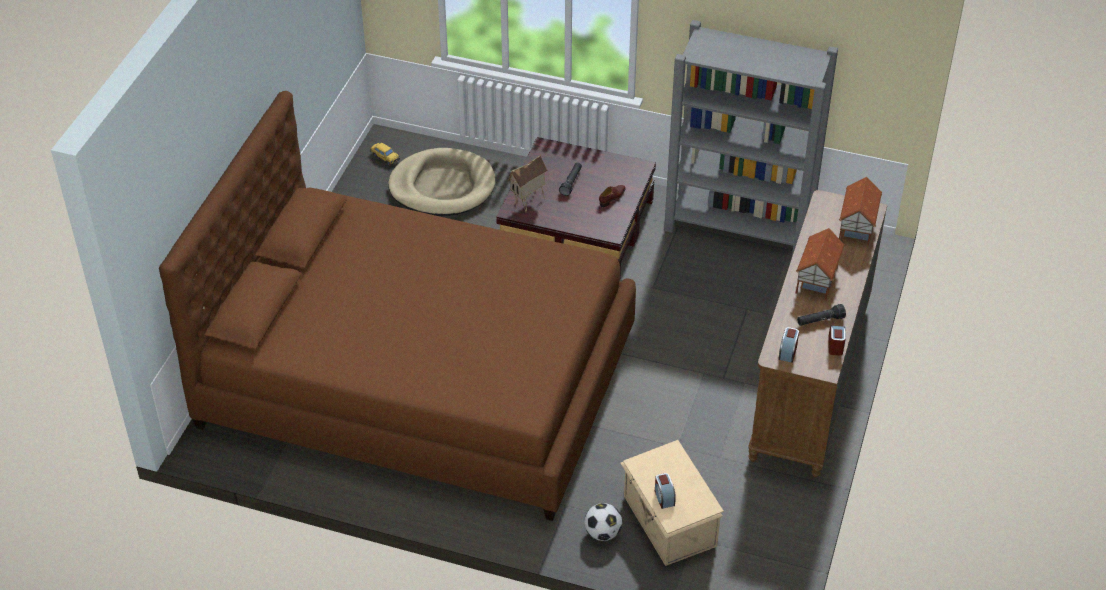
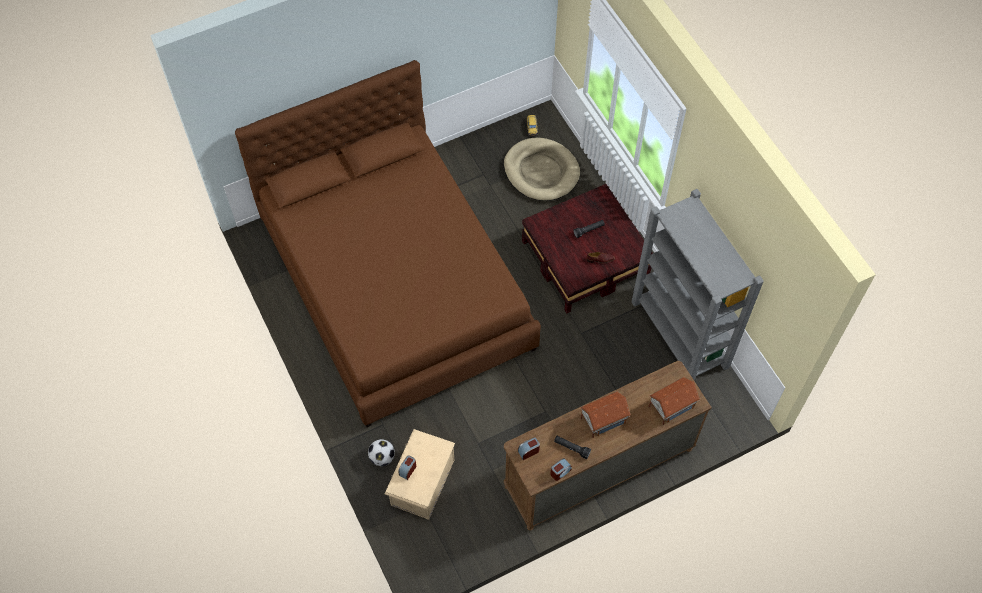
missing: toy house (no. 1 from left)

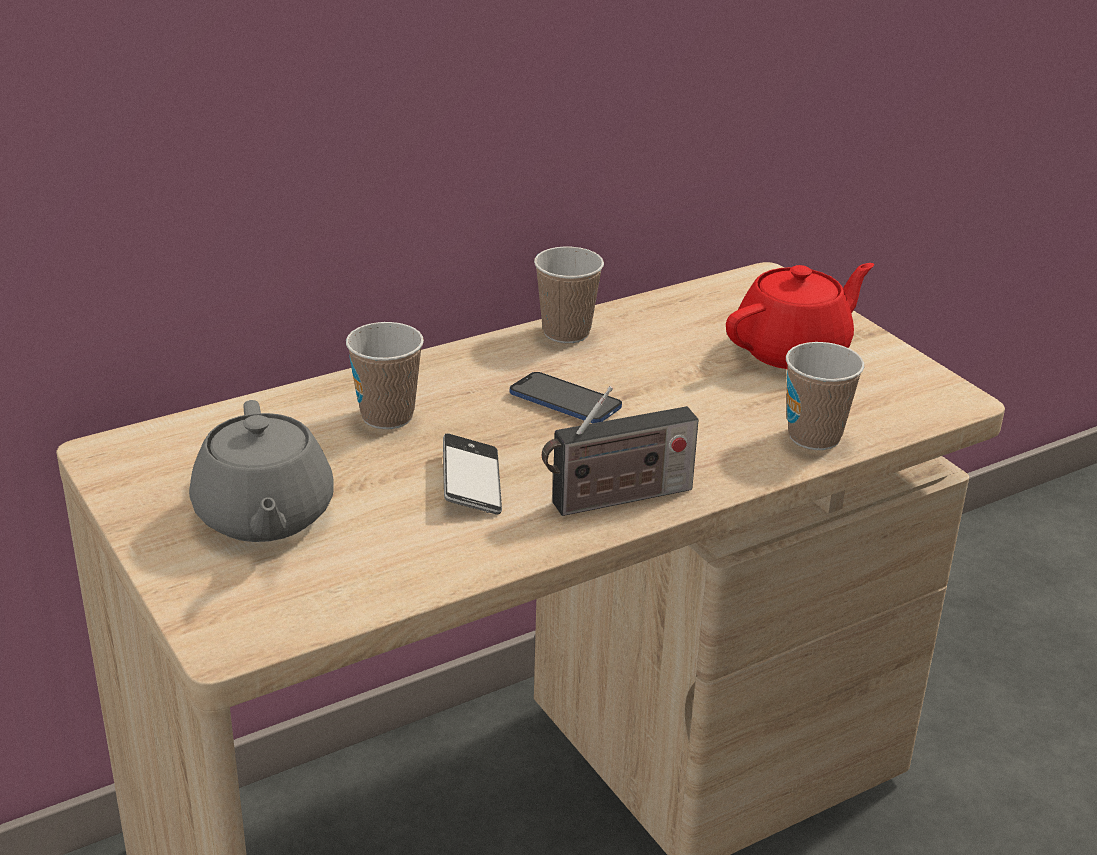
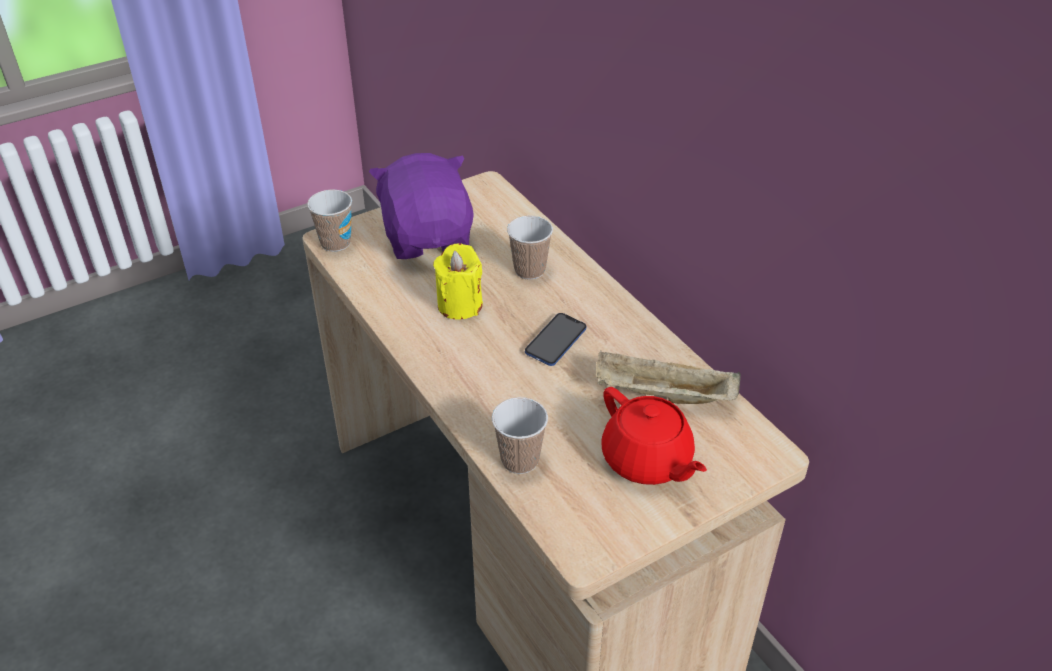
missing: radio
appeared: beige tray
relocated: cup (no. 2 from left in the first image) to cup (no. 1 from left)
exchanged: grey teapot to purple plush toy; phone (no. 1 from left) to yellow candle

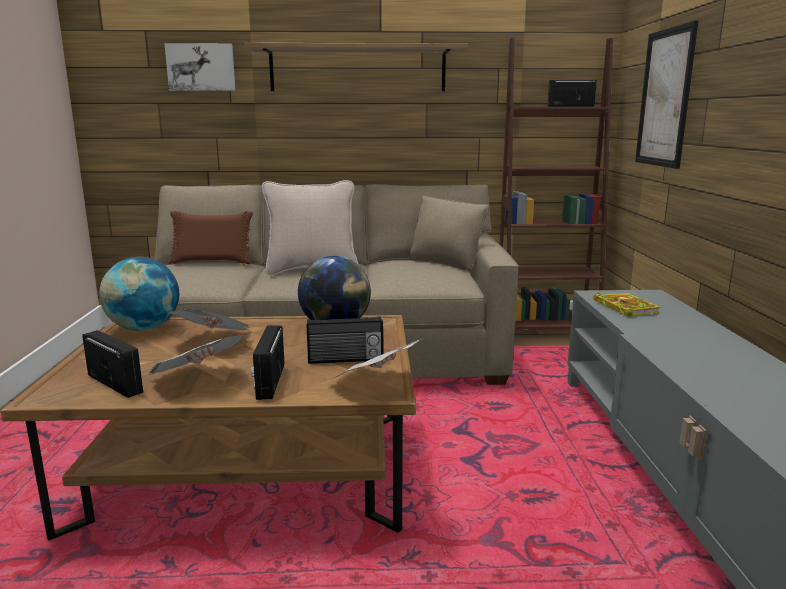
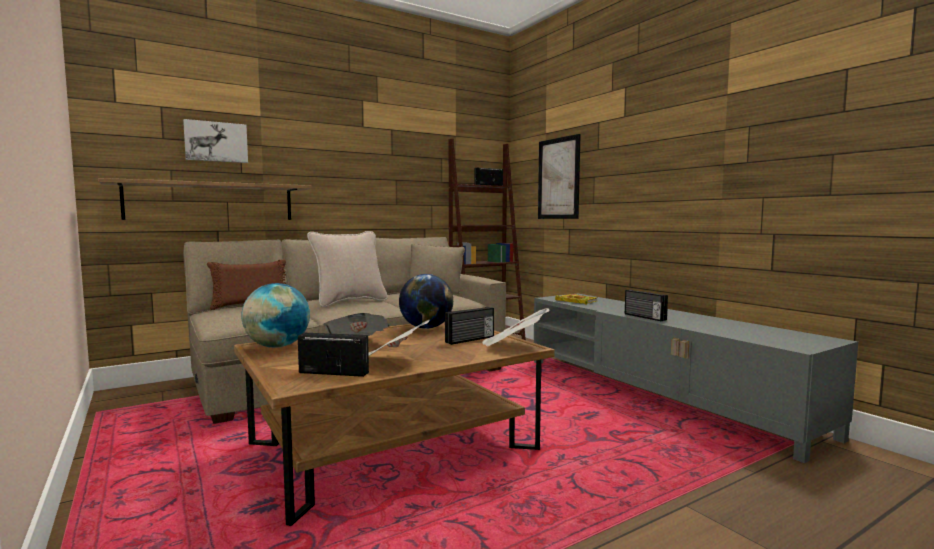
relocated: shelf; radio (no. 2 from left in the first image) to radio (no. 4 from left)

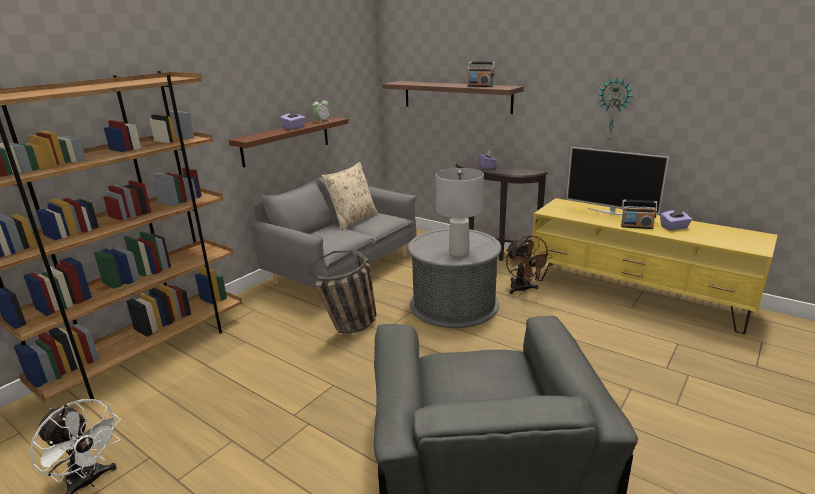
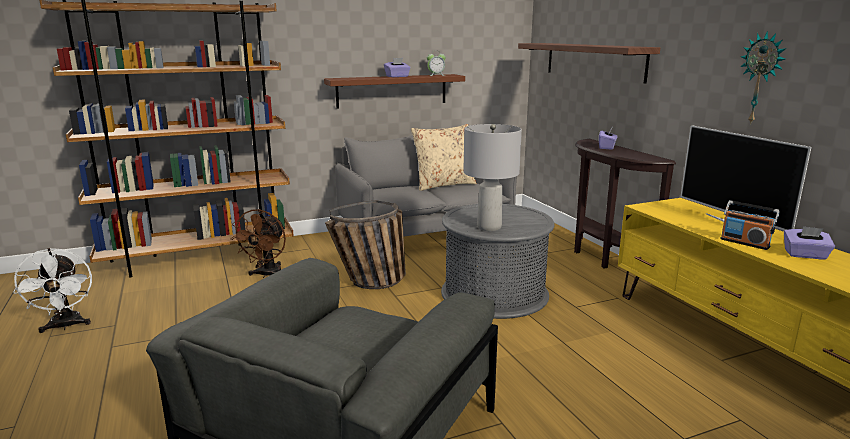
missing: radio (no. 1 from left)
relocated: brown fan

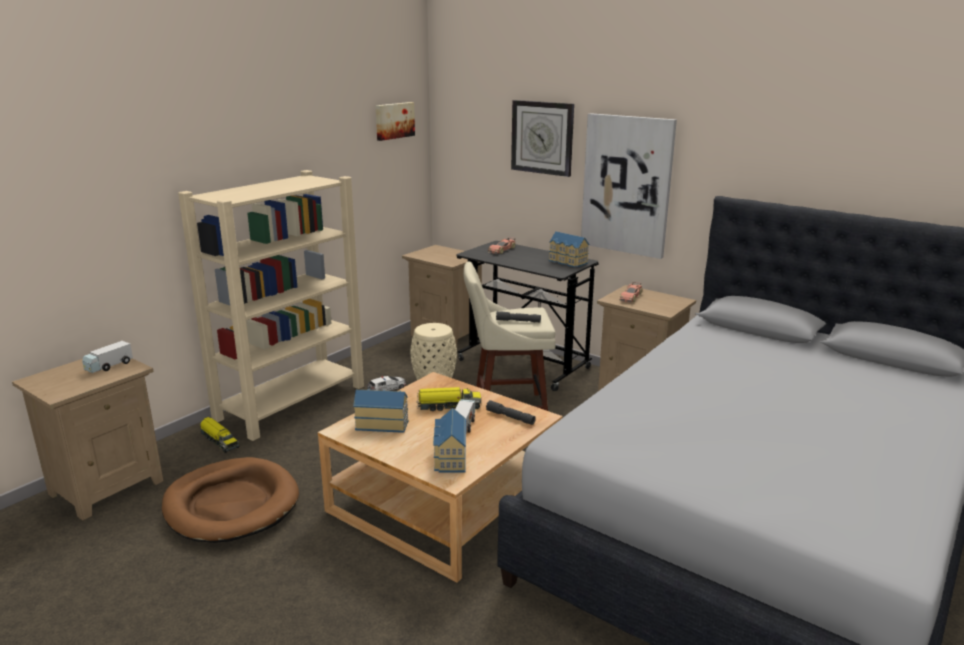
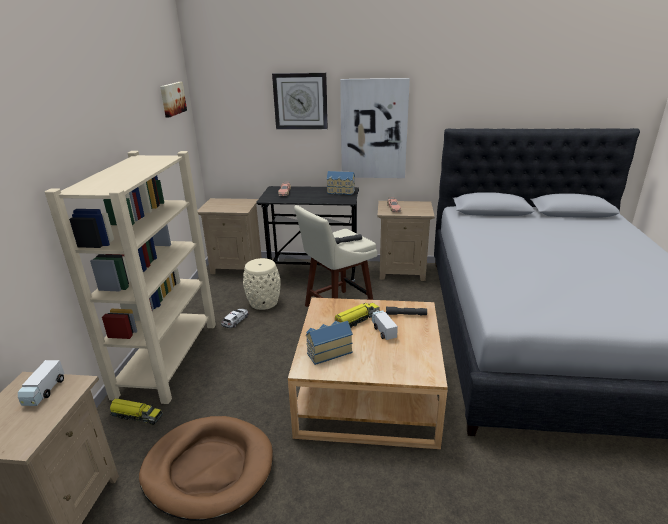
missing: toy house (no. 2 from left)

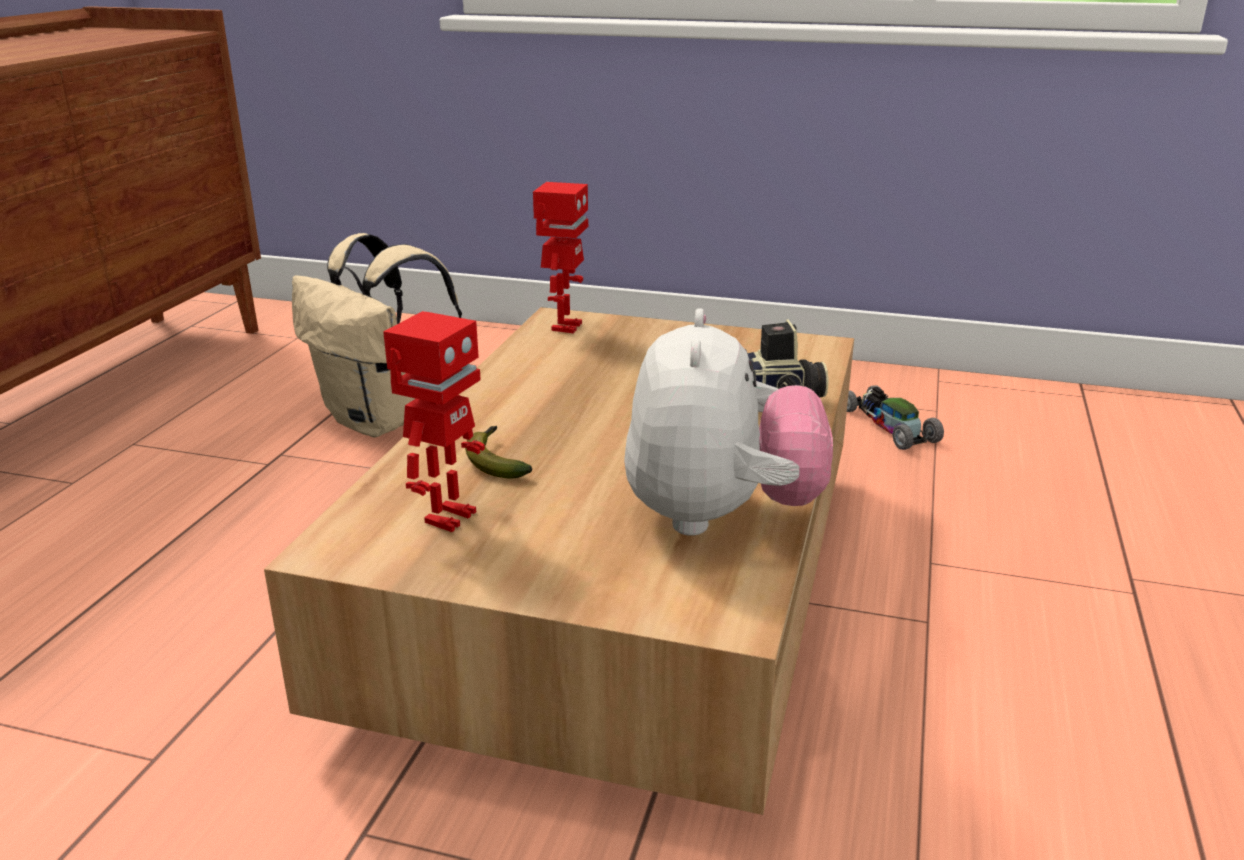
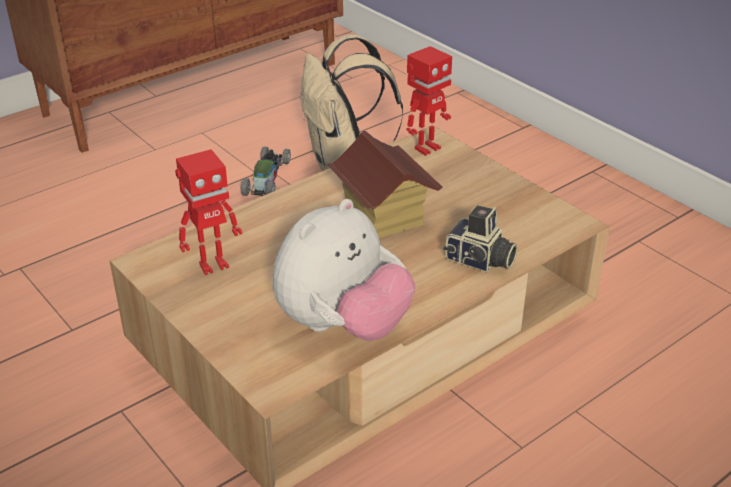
missing: banana
appeared: toy house
relocated: toy car

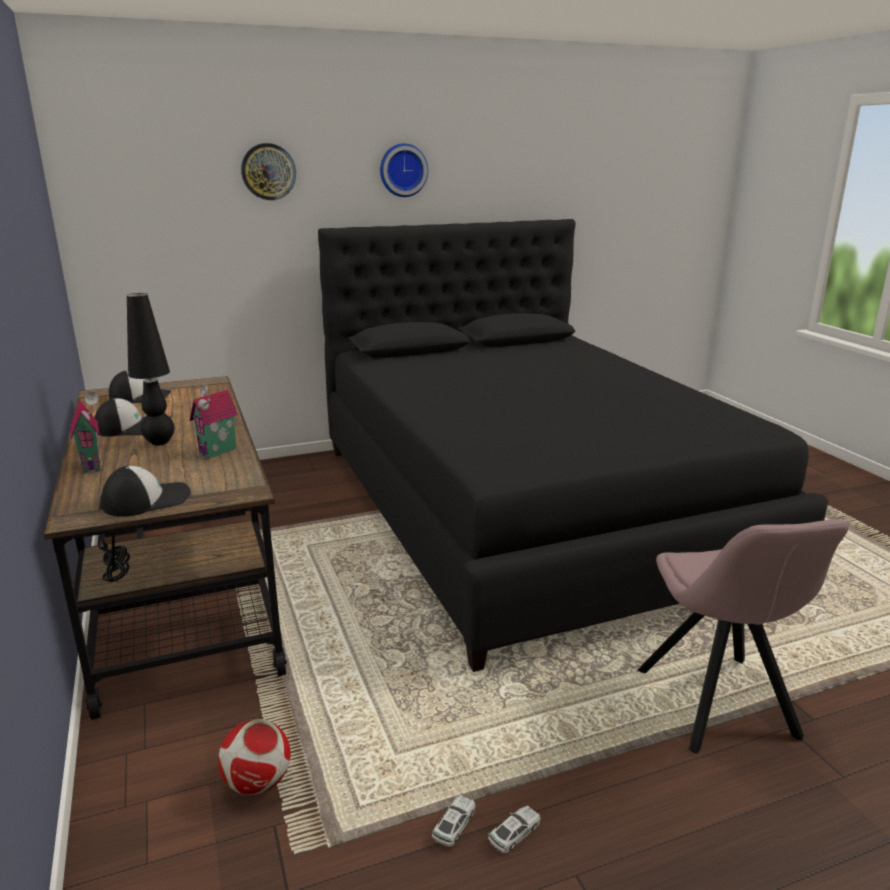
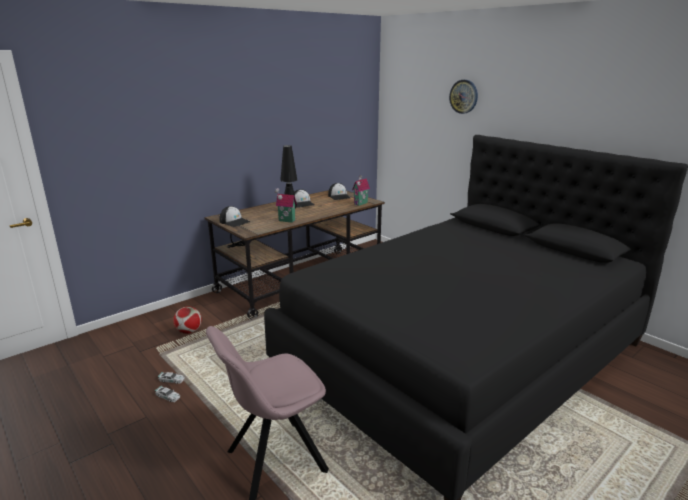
missing: wall clock (no. 2 from left)
relocated: toy house (no. 1 from left in the first image) to toy house (no. 2 from left)

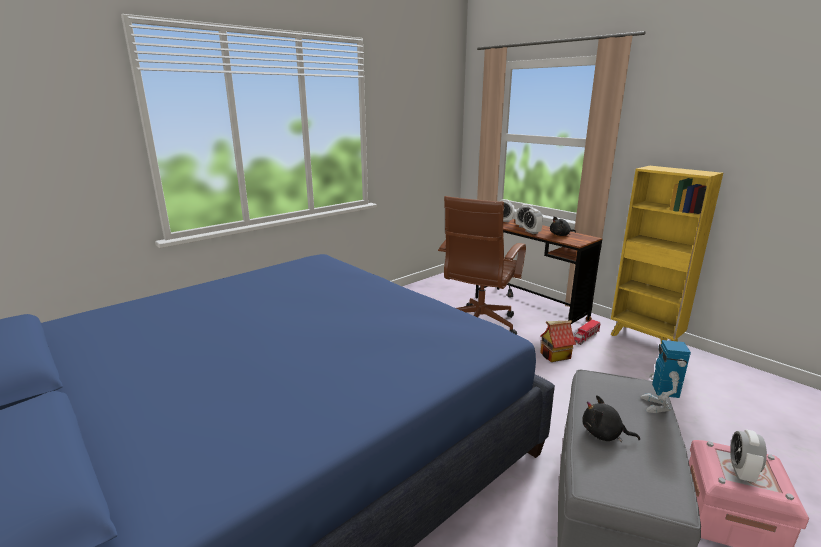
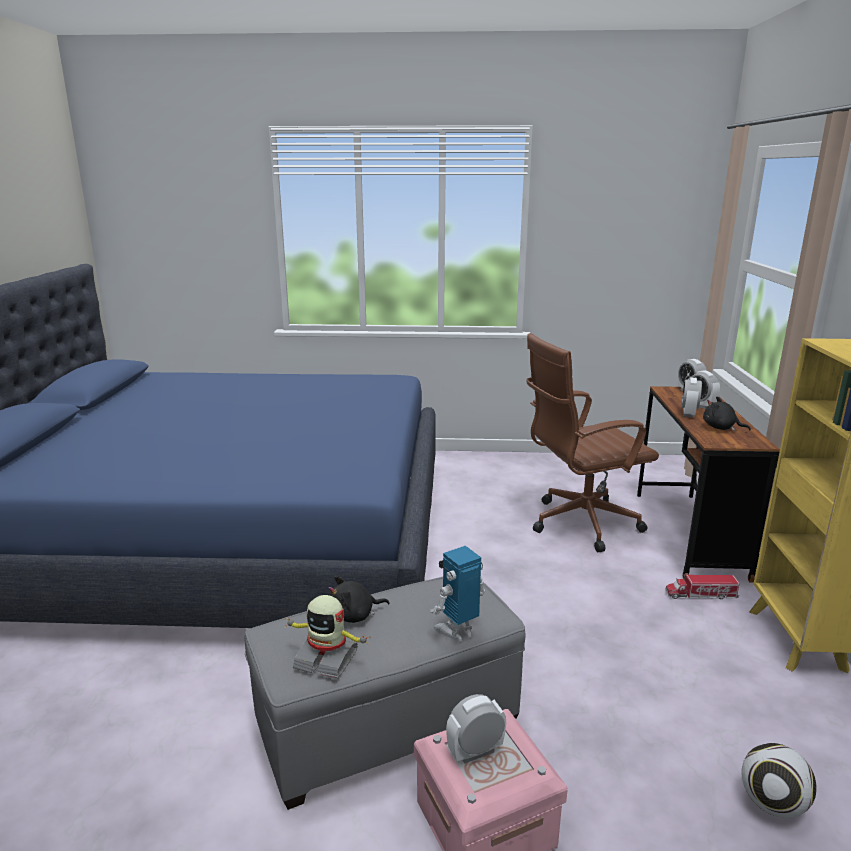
missing: toy house
appeared: toy robot (no. 1 from left); football
spun: black plush toy (no. 2 from left in the first image) 90 degrees counterclockwise

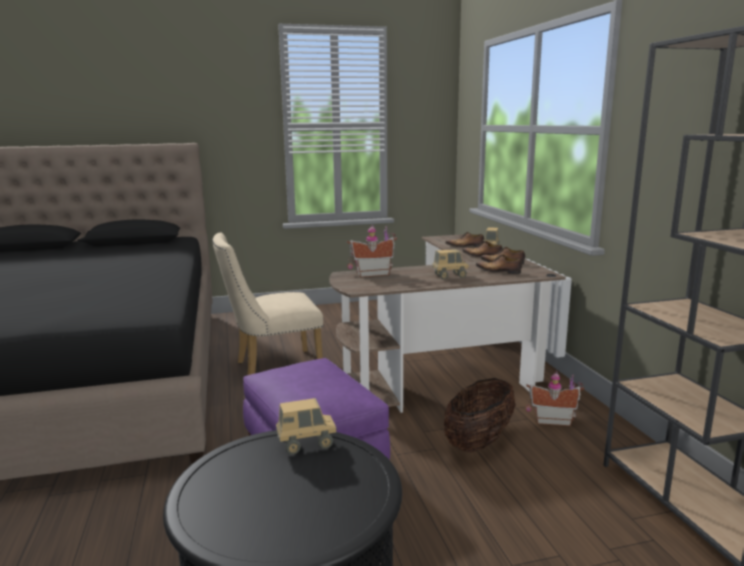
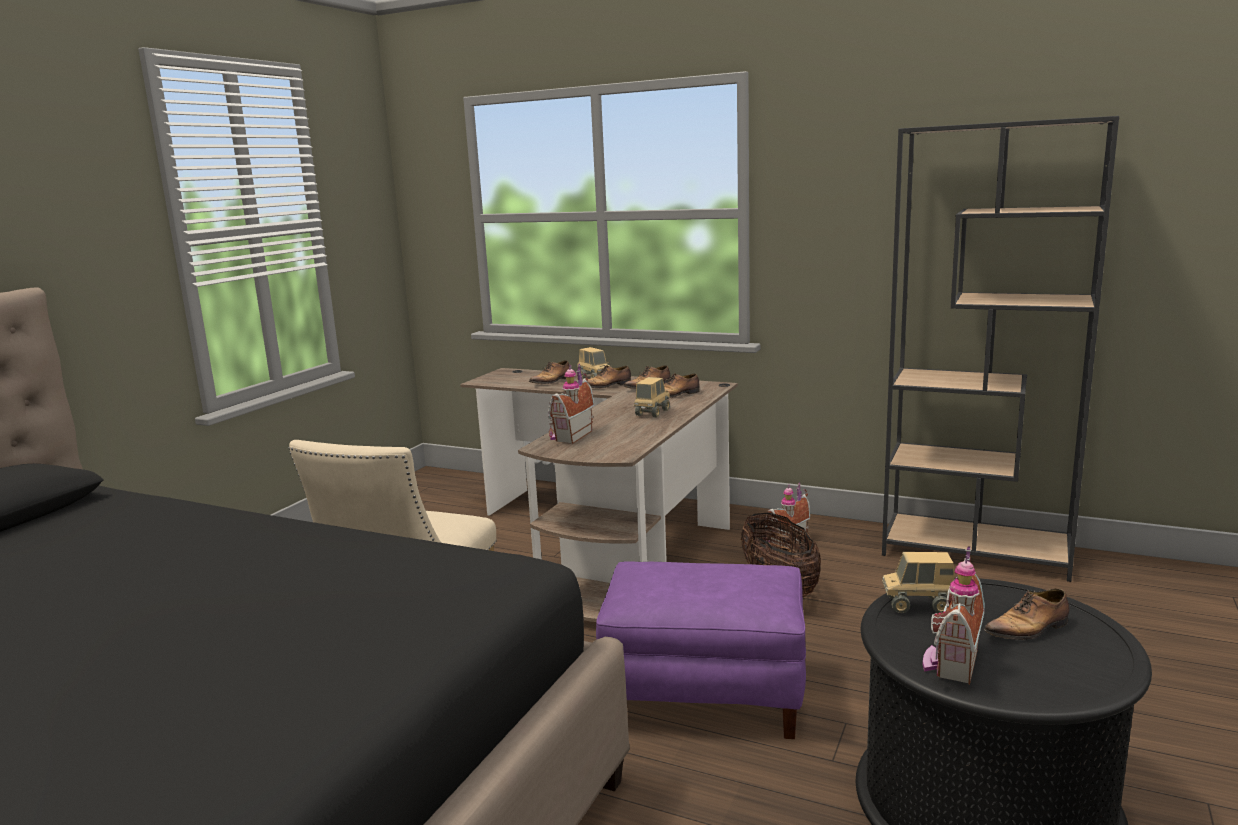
appeared: toy house (no. 3 from left); shoe (no. 5 from left)
spun: toy truck (no. 1 from left in the first image) 105 degrees counterclockwise

